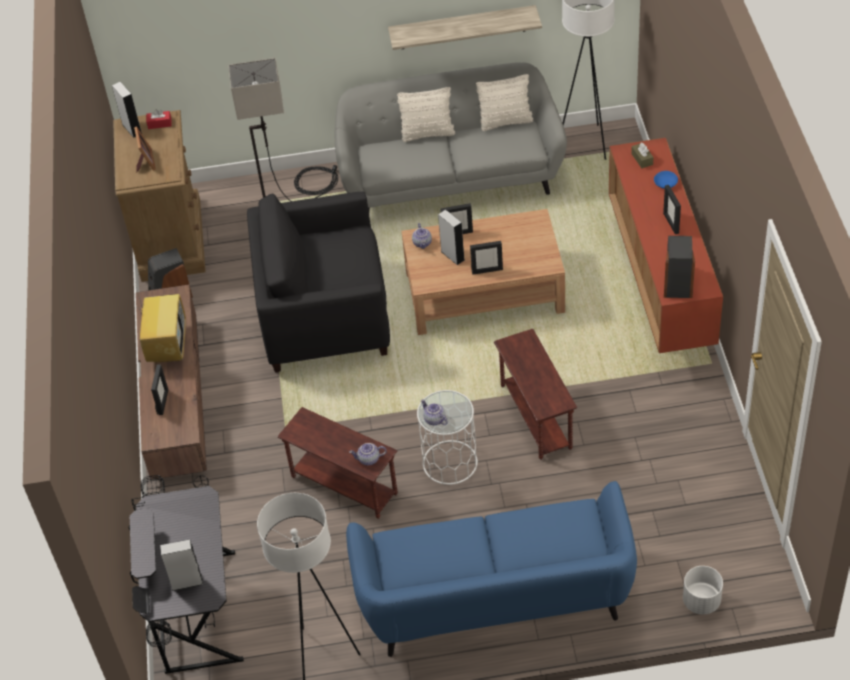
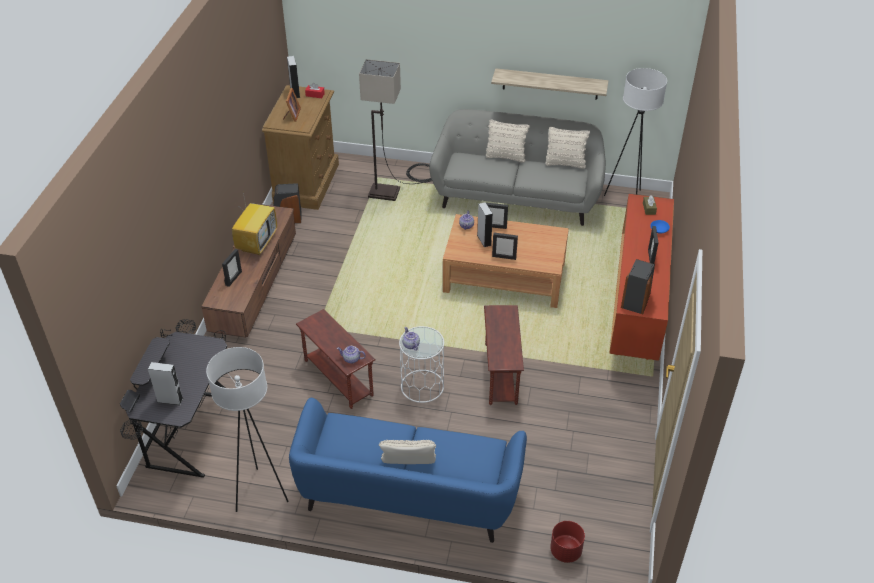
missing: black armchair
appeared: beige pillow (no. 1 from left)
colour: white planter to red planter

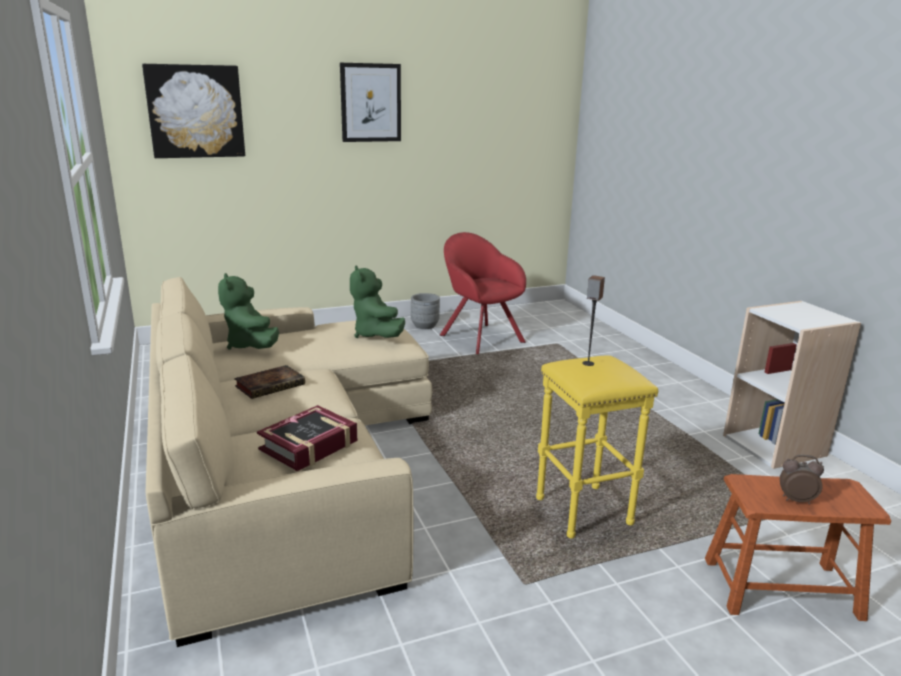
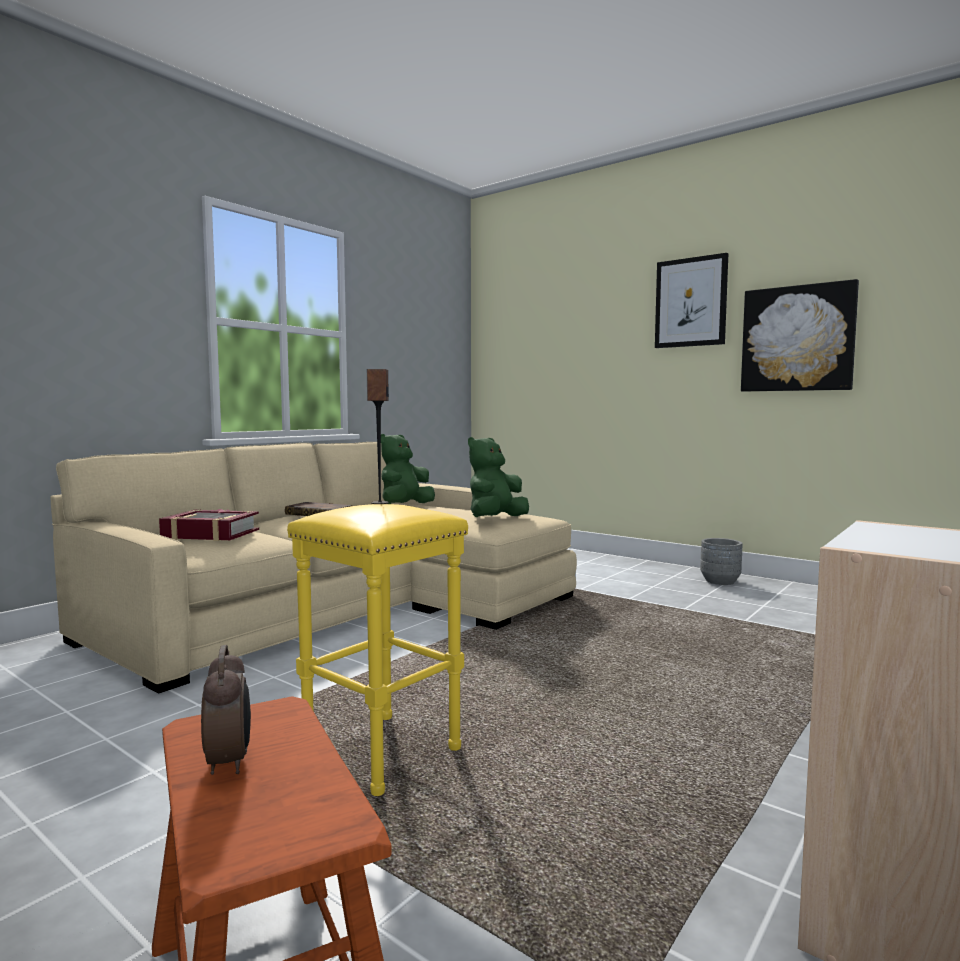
missing: red armchair
relocated: picture (no. 1 from left in the first image) to picture (no. 2 from left)

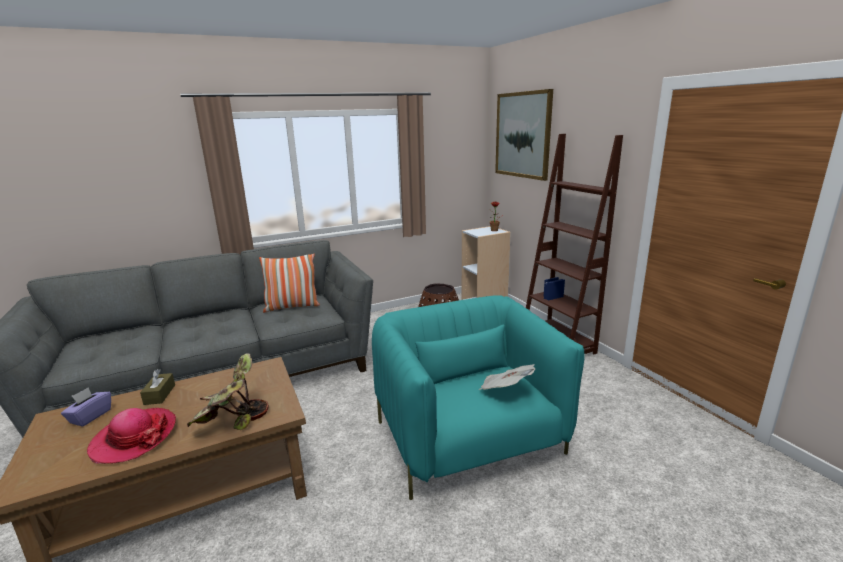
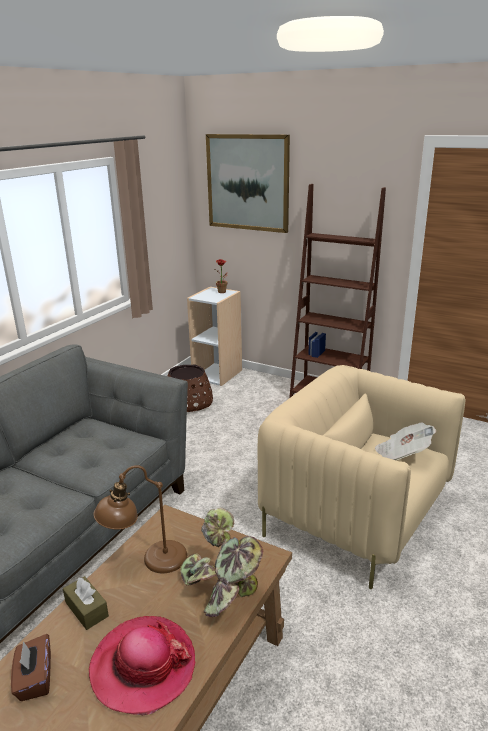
missing: pillow
appeared: brown table lamp
colour: turquoise armchair to beige armchair; purple tissue box to brown tissue box (no. 1 from left)

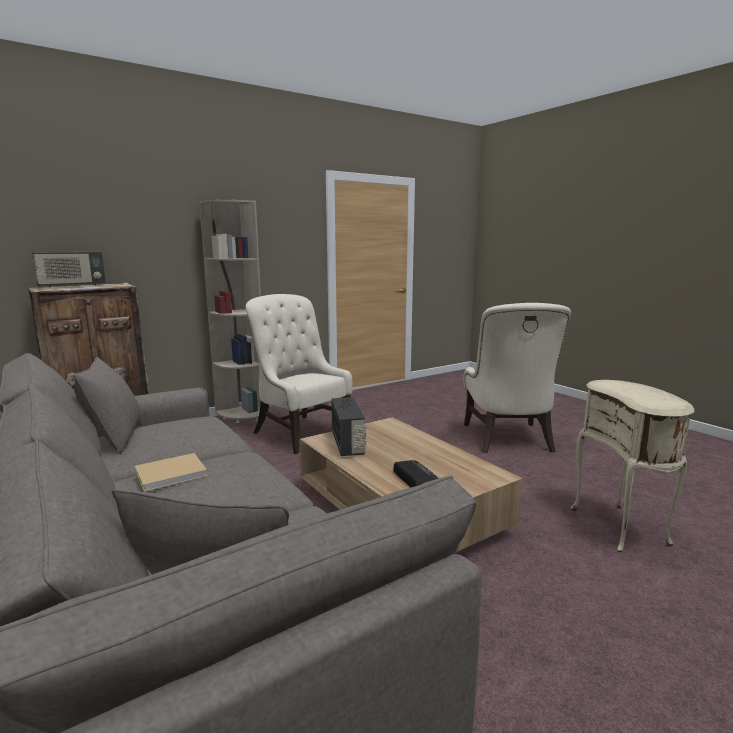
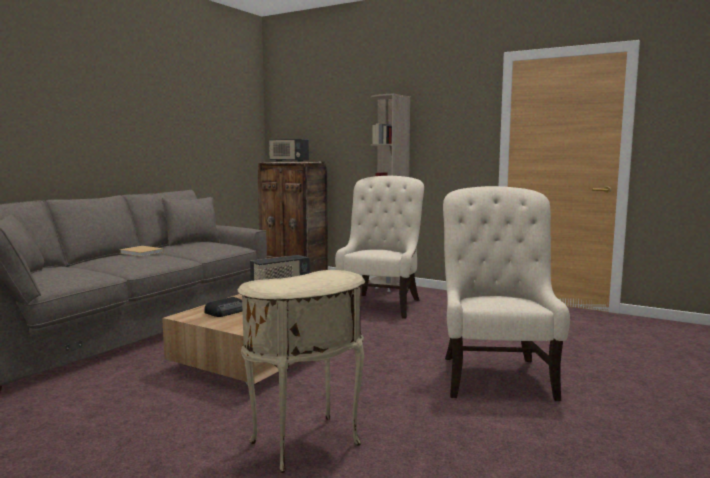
spun: beige armchair (no. 2 from left) 120 degrees clockwise

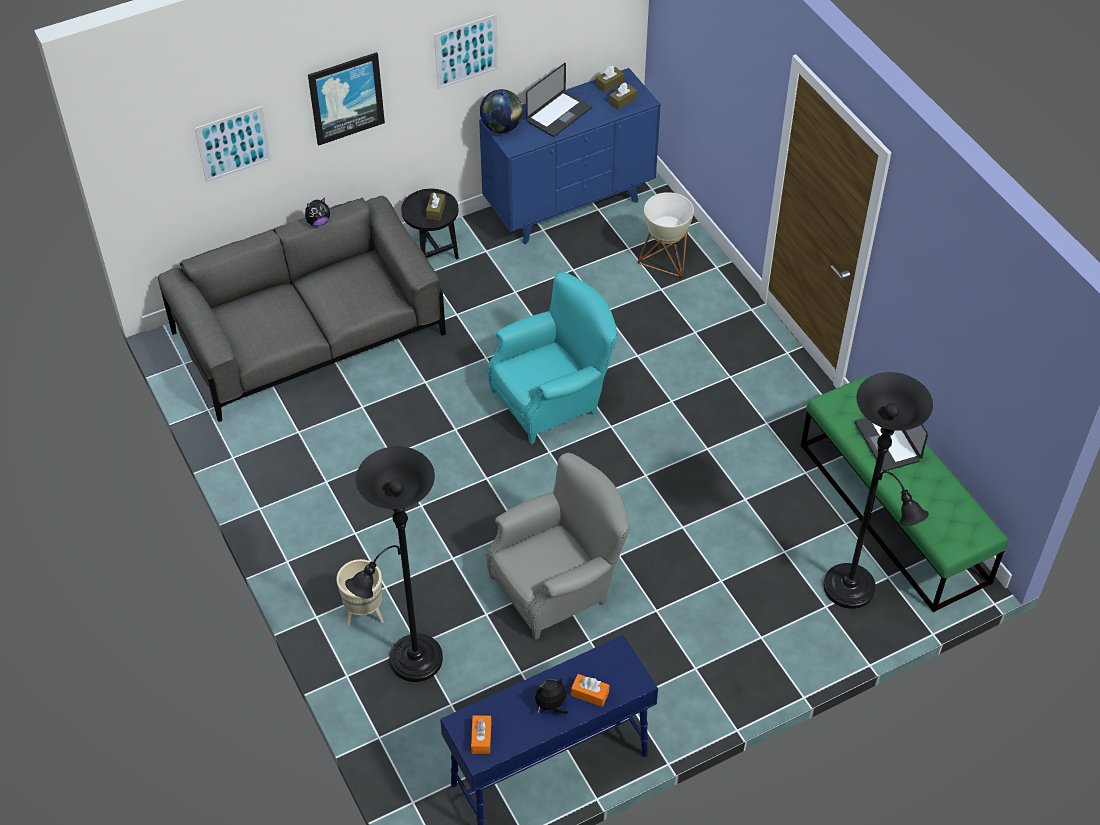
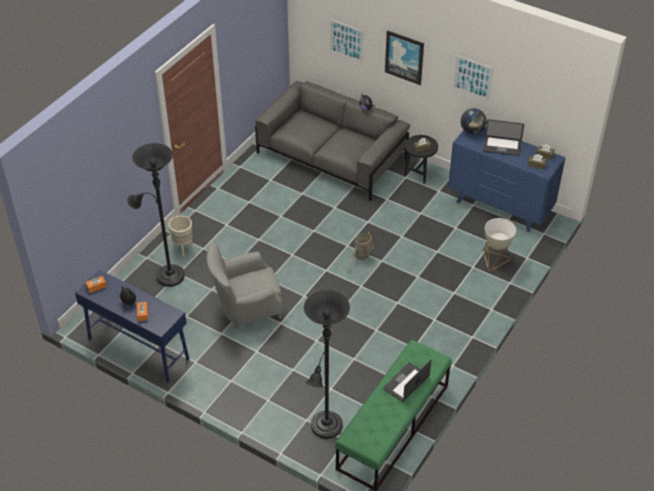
exchanged: turquoise armchair to basket
spun: grey armchair 135 degrees clockwise

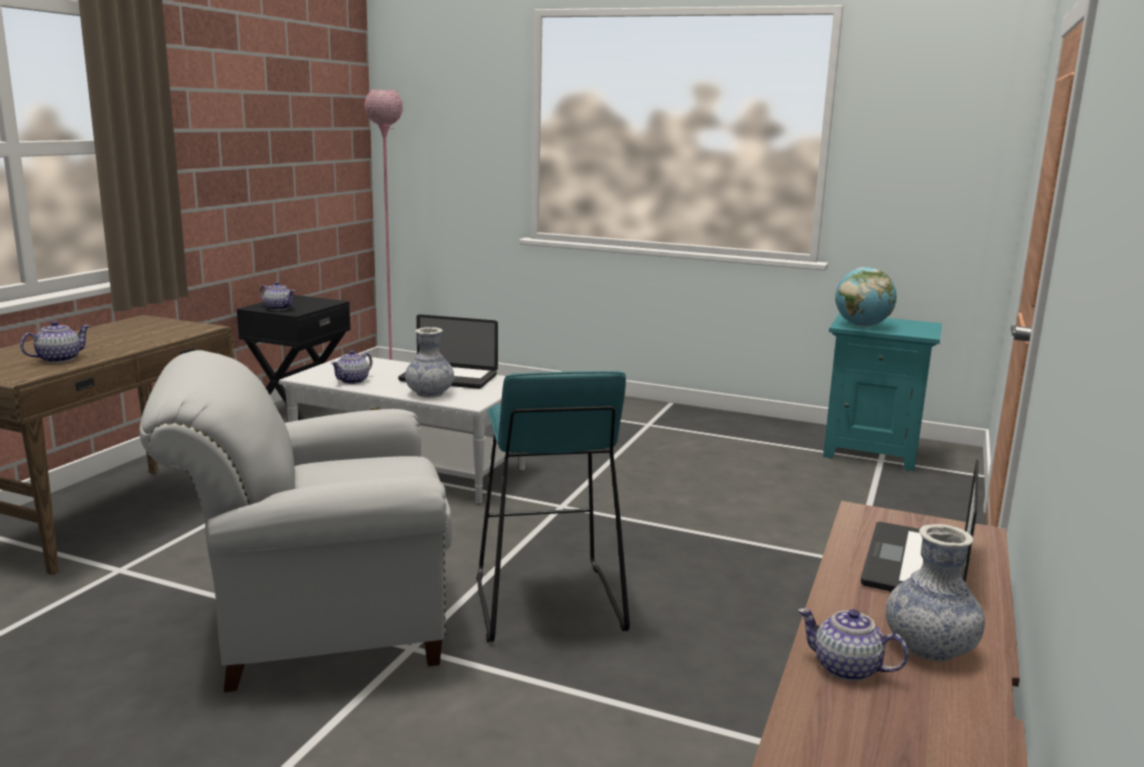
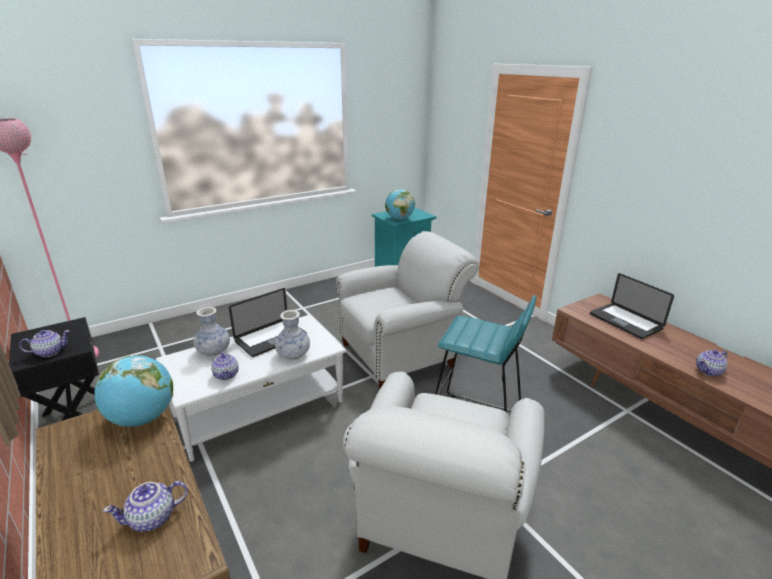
appeared: white armchair (no. 1 from left); globe (no. 1 from left)
relocated: vase (no. 2 from left in the first image) to vase (no. 1 from left)
spun: teapot (no. 1 from left in the first image) 105 degrees counterclockwise

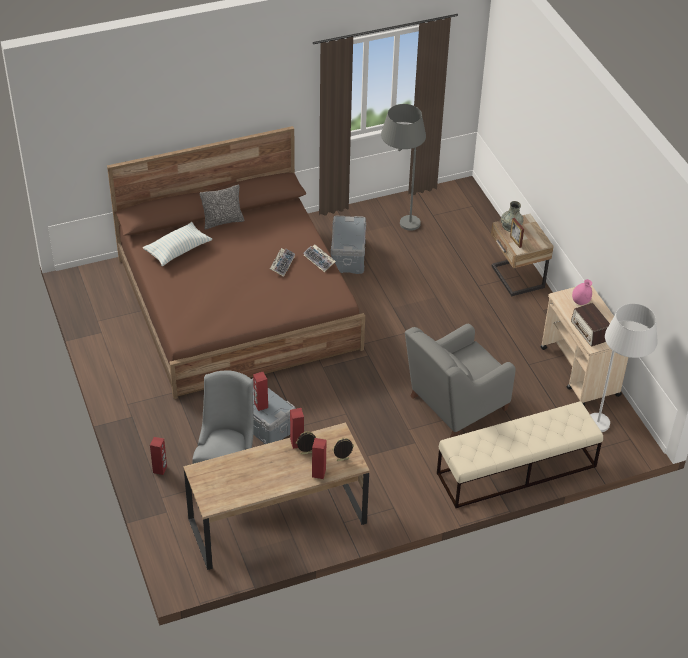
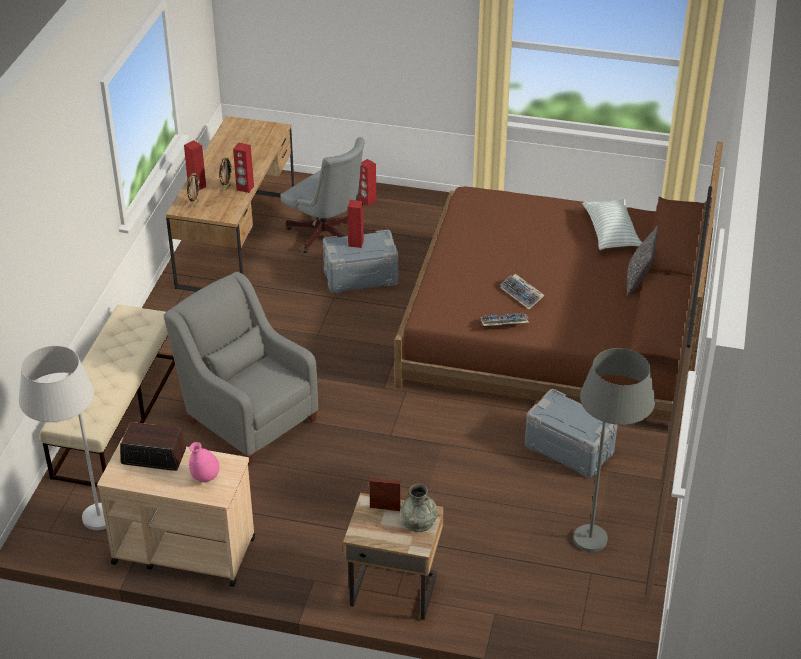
spun: grey armchair 45 degrees counterclockwise

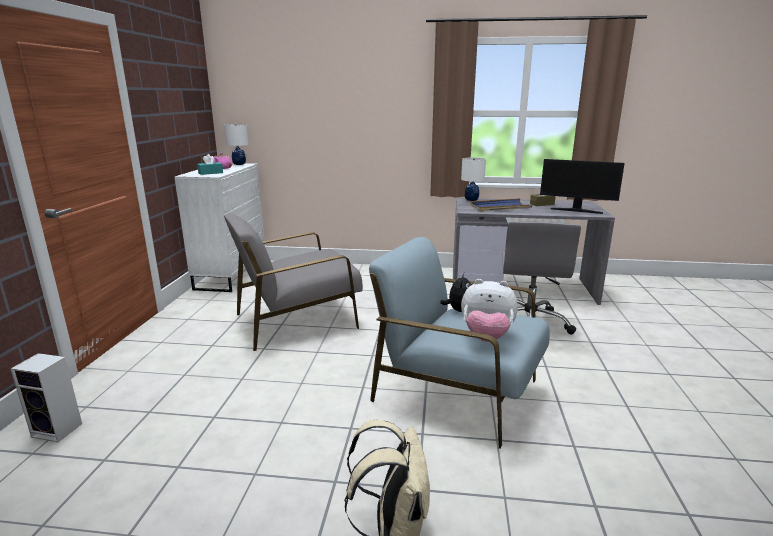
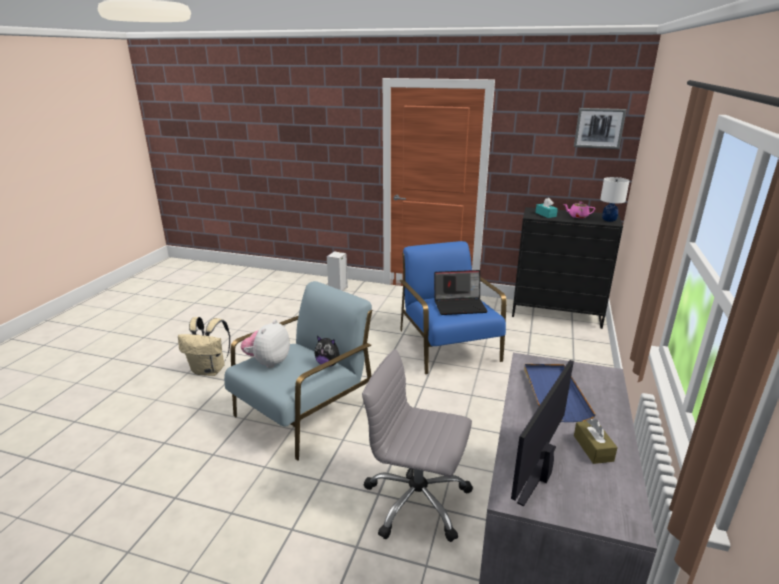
missing: white table lamp (no. 2 from left)
appeared: picture; laptop
colour: white dresser to black dresser; grey armchair to blue armchair (no. 2 from left)

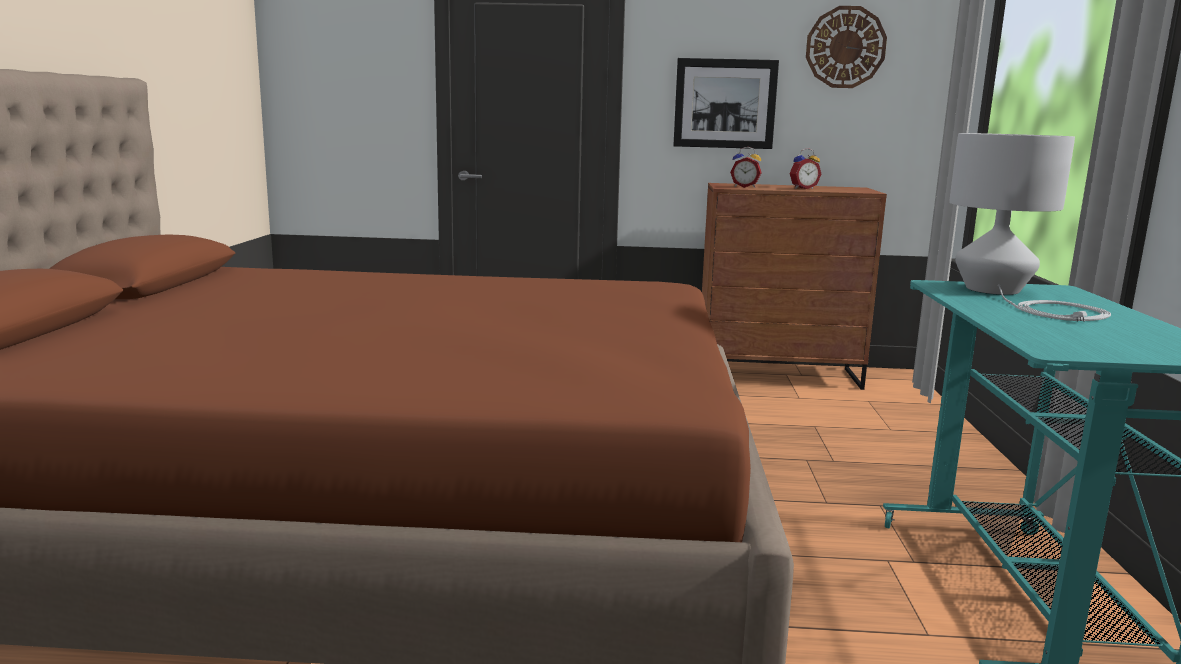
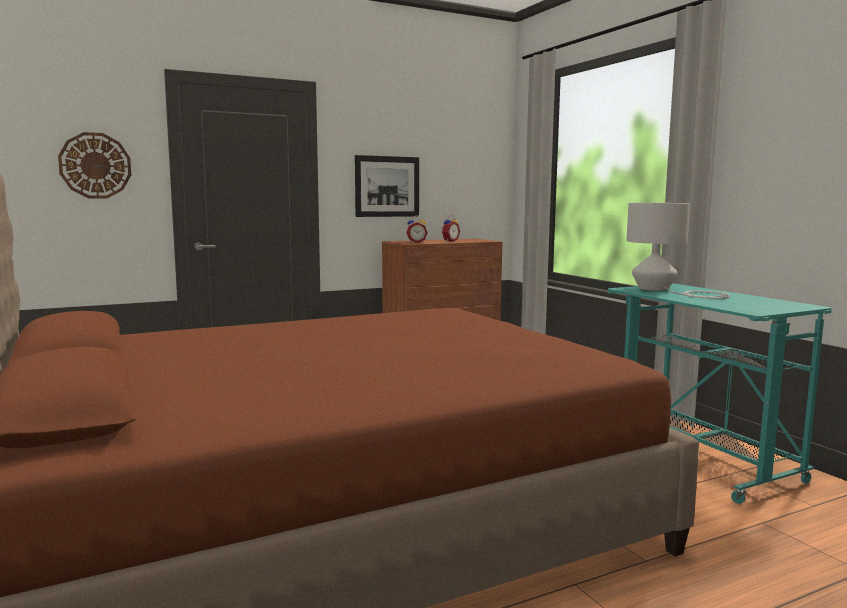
relocated: wall clock

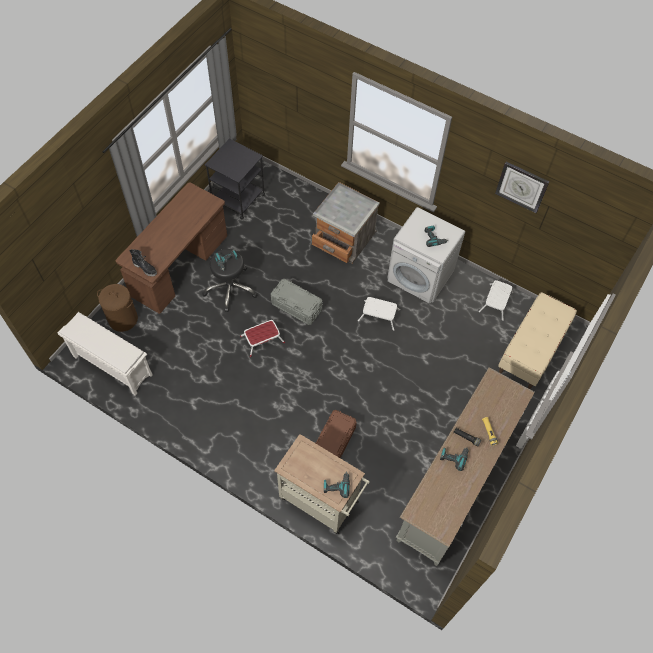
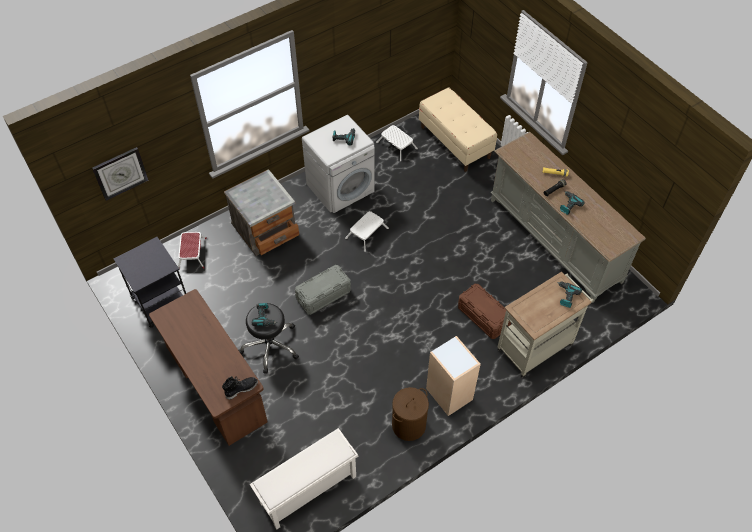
appeared: bookcase
relocated: wall clock; brown laundry basket; red step ladder

